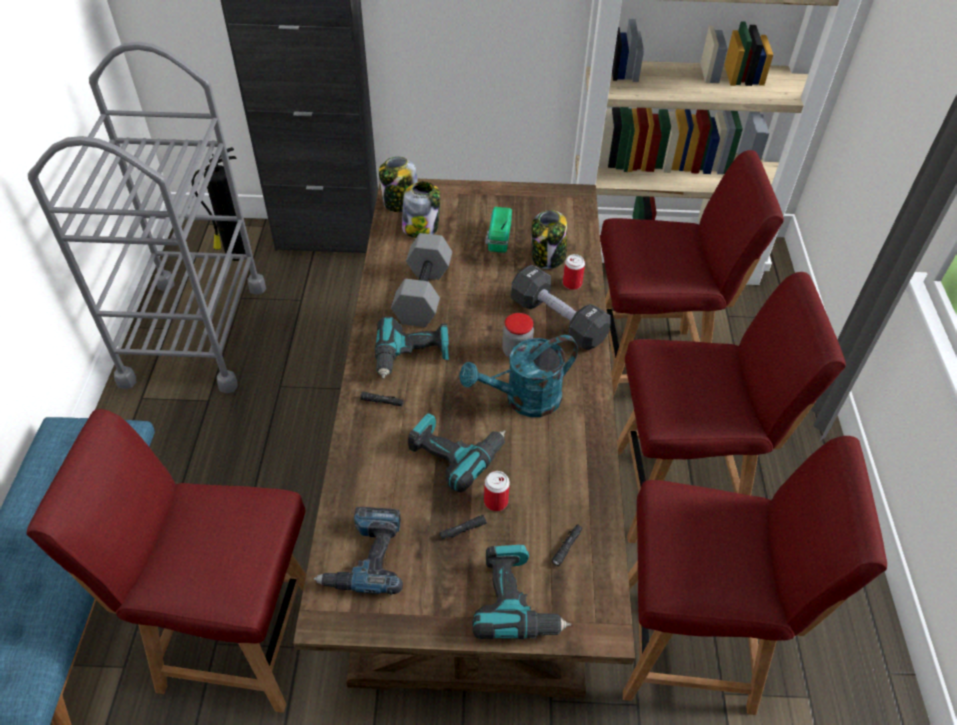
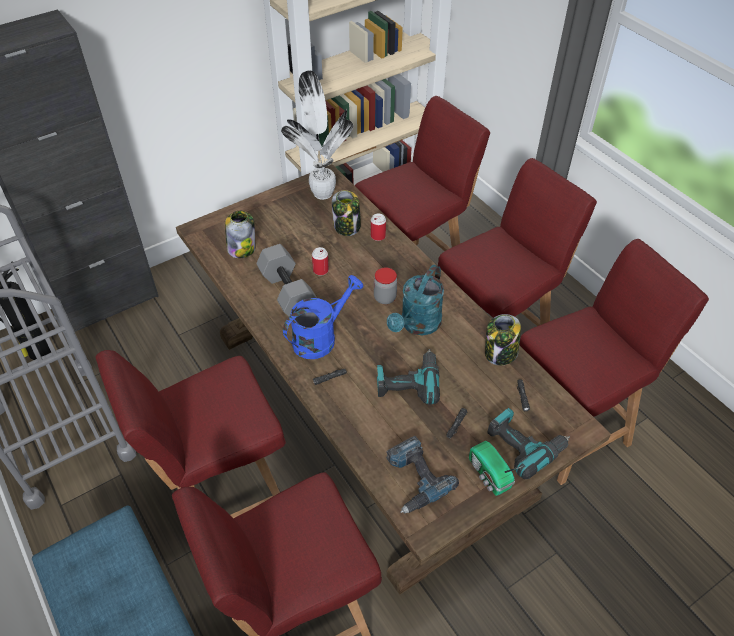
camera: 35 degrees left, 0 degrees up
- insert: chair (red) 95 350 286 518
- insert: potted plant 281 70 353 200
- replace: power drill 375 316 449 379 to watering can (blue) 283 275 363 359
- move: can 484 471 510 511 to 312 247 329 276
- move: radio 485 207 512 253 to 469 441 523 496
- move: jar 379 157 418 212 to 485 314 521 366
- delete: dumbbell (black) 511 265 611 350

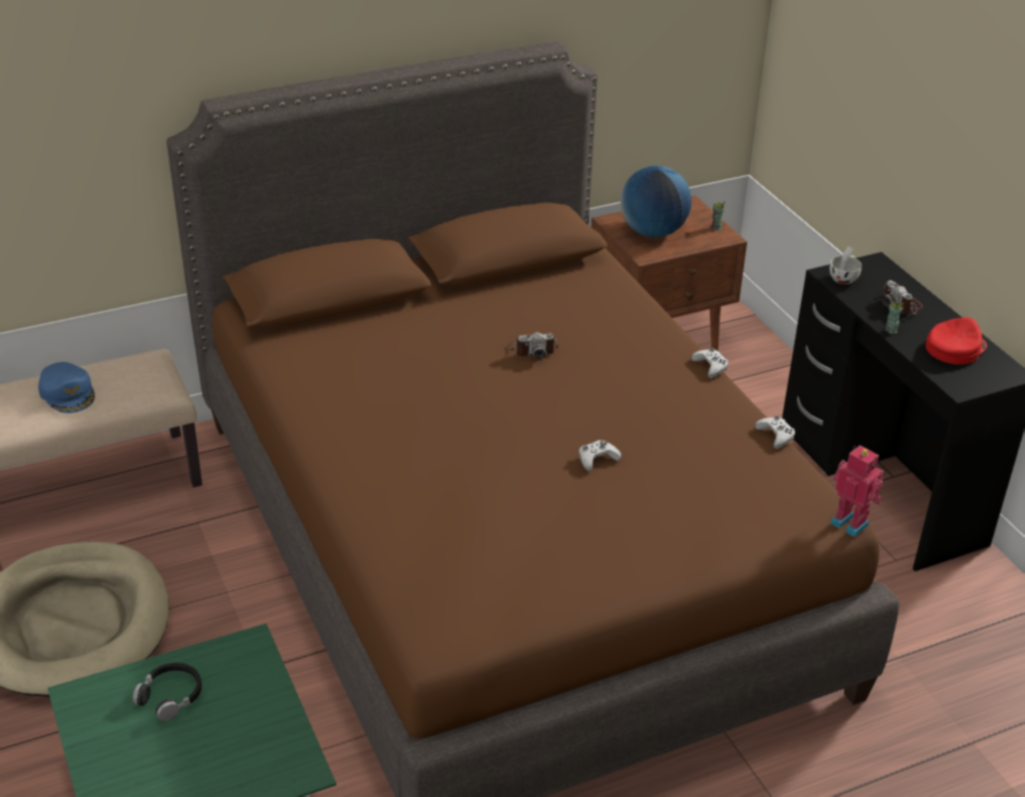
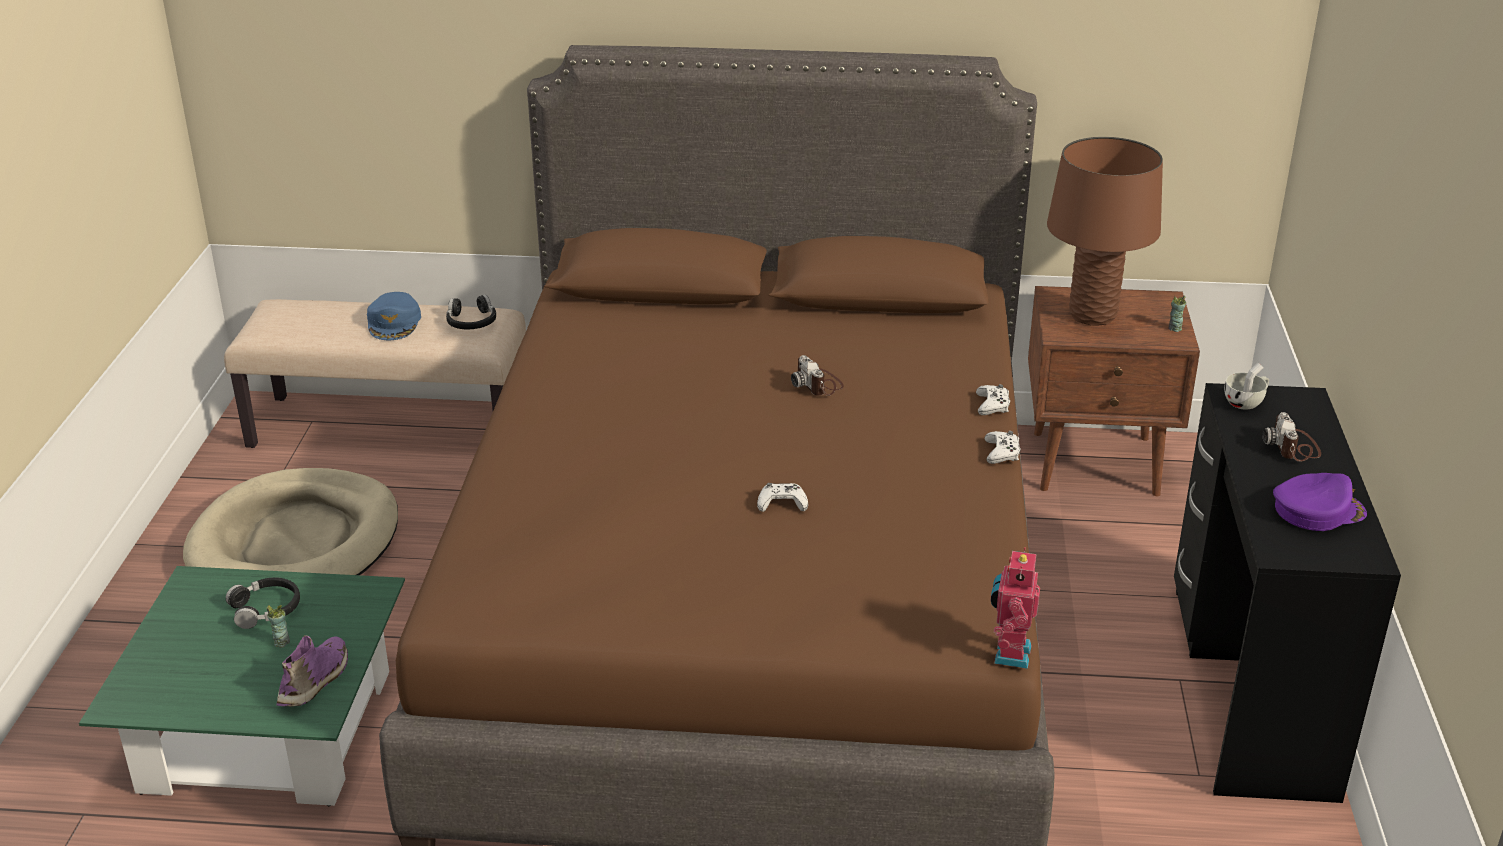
camera: 30 degrees right, 5 degrees down
- move: cup 885 300 904 334 to 267 605 290 648
- insert: shoe (purple) 276 635 348 707
- insert: headphones (black) 446 294 496 329
- rotate: photo camera 507 332 558 359 = 791 355 844 396 45 degrees clockwise
- move: game controller (white) 755 415 795 449 to 976 384 1010 415
- rotate: toy robot 831 445 883 537 = 990 547 1040 669 150 degrees counterclockwise
- replace: globe 620 165 691 237 to table lamp (brown) 1047 137 1163 326
- recolor: cap (red) 926 317 987 364 to cap (purple) 1273 473 1367 531

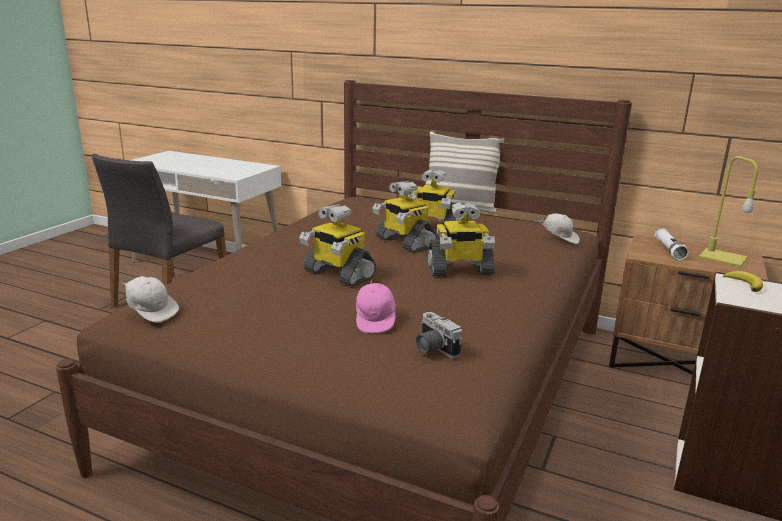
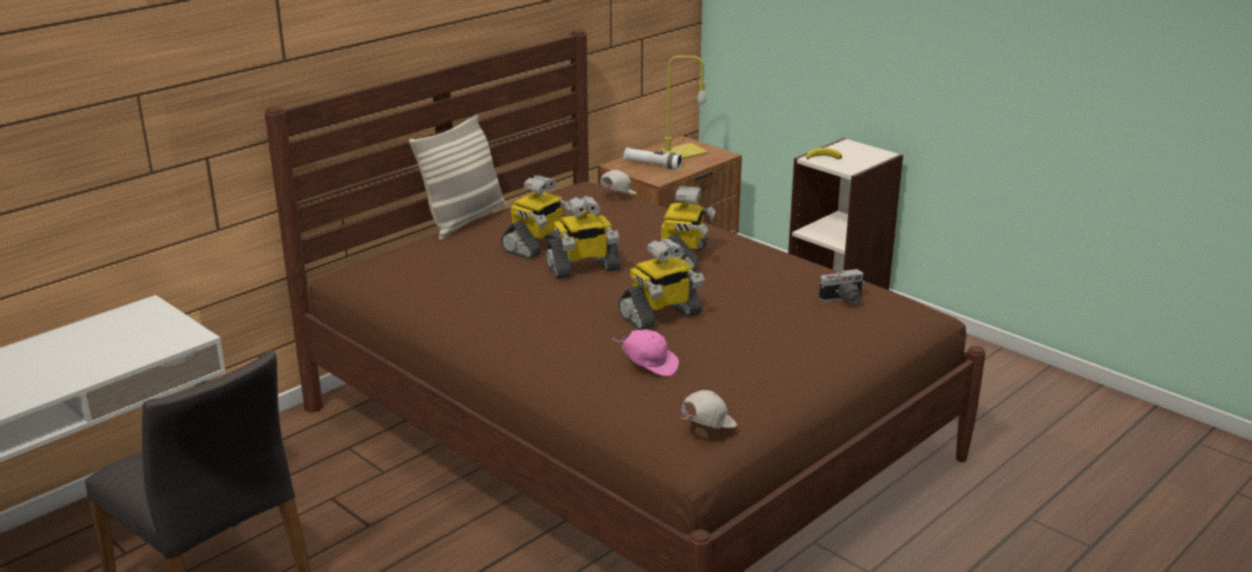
camera: 70 degrees left, 5 degrees up
- move: cap (pink) 356 280 396 333 to 612 330 679 377

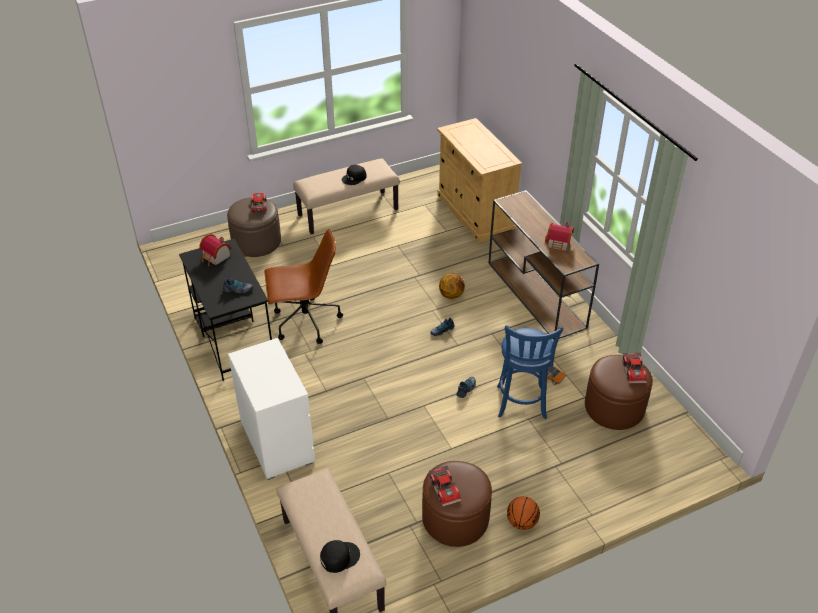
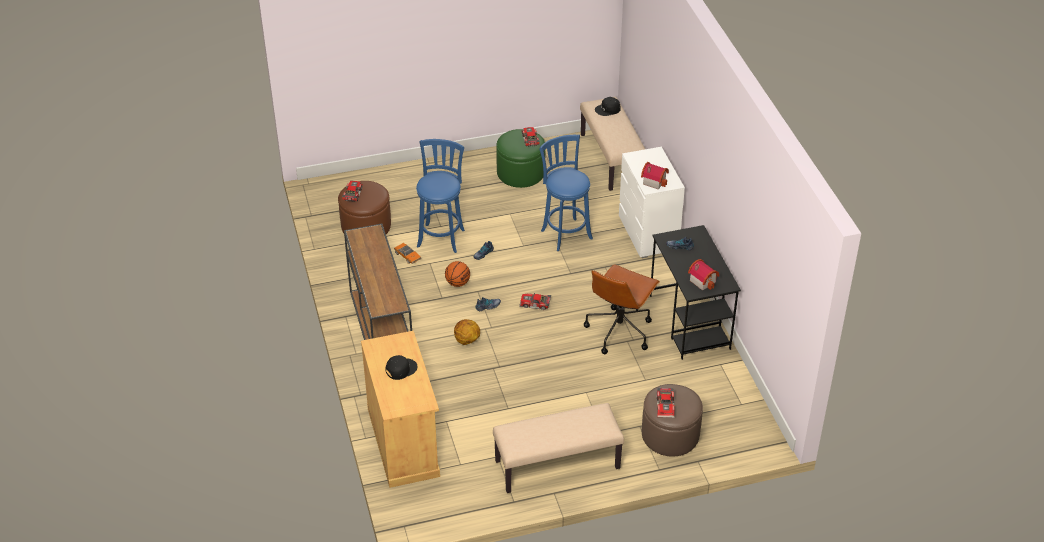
camera: 170 degrees left, 0 degrees up
- move: cap (black) 342 165 366 185 to 385 355 417 380
- move: basketball 507 496 540 530 to 445 261 470 287
- recolor: ottoman (brown) 422 461 492 547 to ottoman (green) 496 129 545 188
- insert: toy car 519 293 551 310
- insert: stool (blue) 540 135 593 251
- rotate: office chair (brown) 264 229 343 344 = 584 264 660 354 60 degrees counterclockwise
- move: toy house 545 222 574 254 to 641 162 669 190

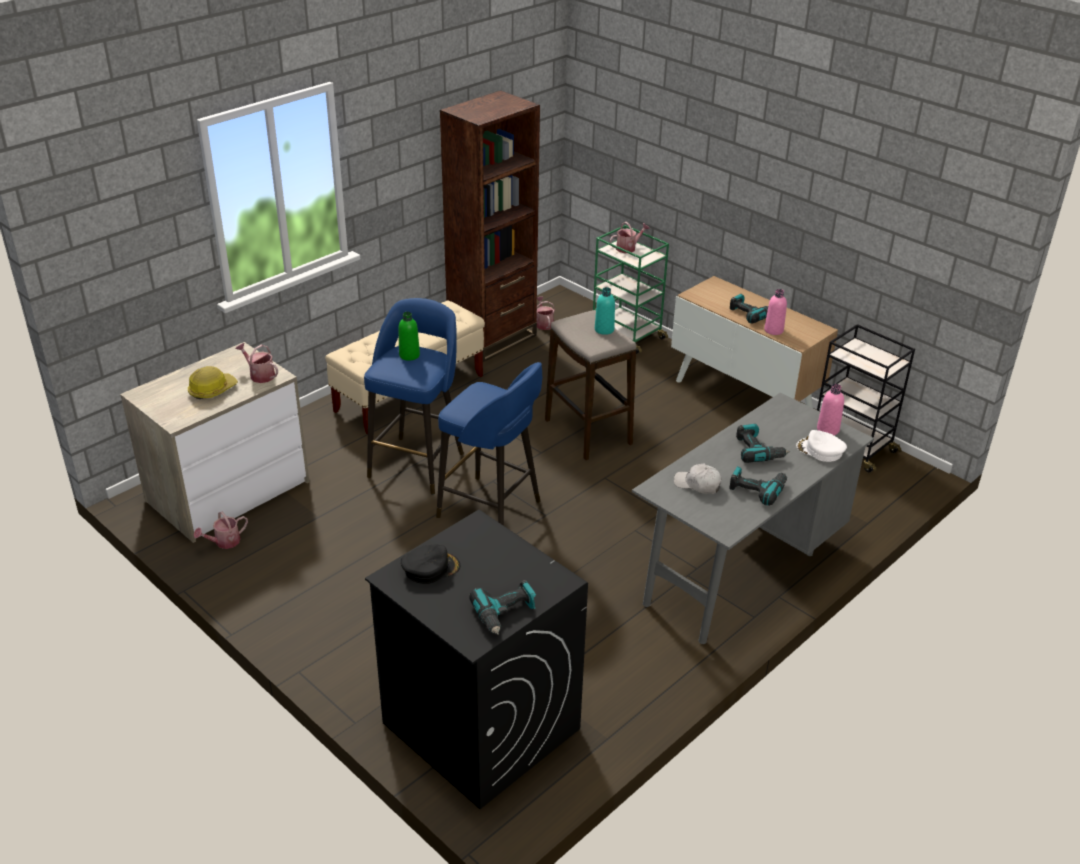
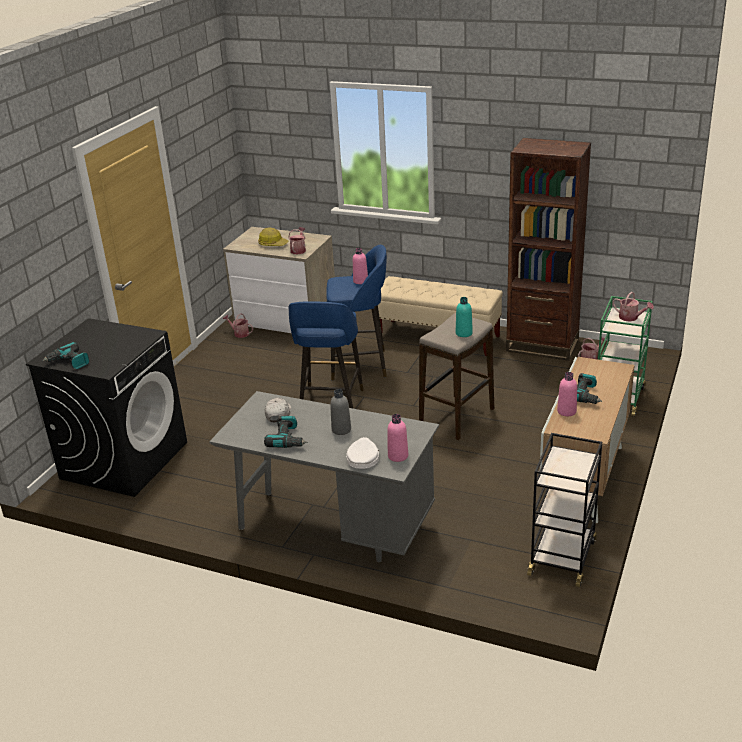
camera: 70 degrees right, 5 degrees down
- replace: power drill 736 424 790 463 to bottle (grey) 330 389 351 435
- recolor: bottle (green) 398 312 420 361 to bottle (pink) 353 248 368 284
- delete: cap (black) 401 544 461 584

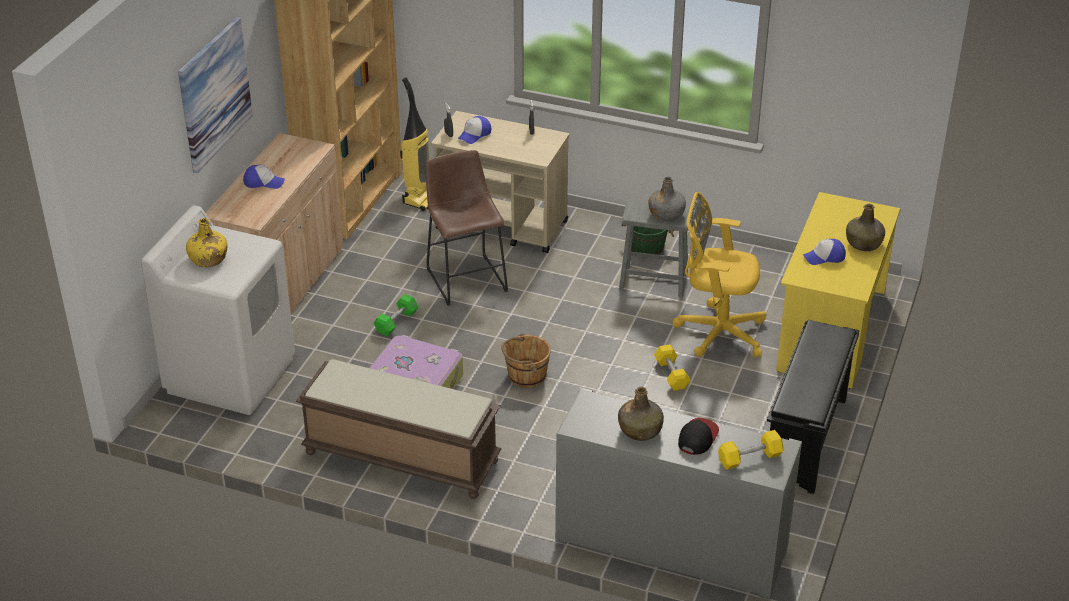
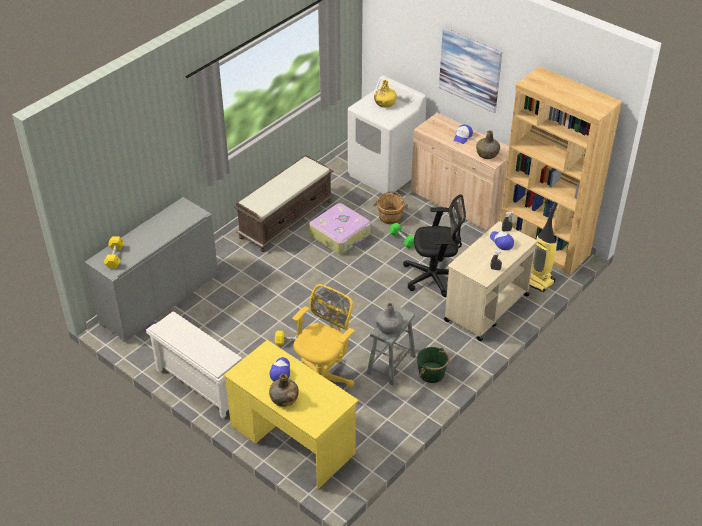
camera: 110 degrees right, 5 degrees up
- recolor: shoe rack (black) 767 320 859 494 to shoe rack (white) 146 311 243 418
- move: bucket (brown) 501 333 551 387 to 373 191 408 224
- replace: stool (brown) 426 150 508 306 to office chair (black) 403 194 466 297
- move: bottle (green) 618 387 664 441 to 476 130 500 159
- delete: cap 678 418 719 455

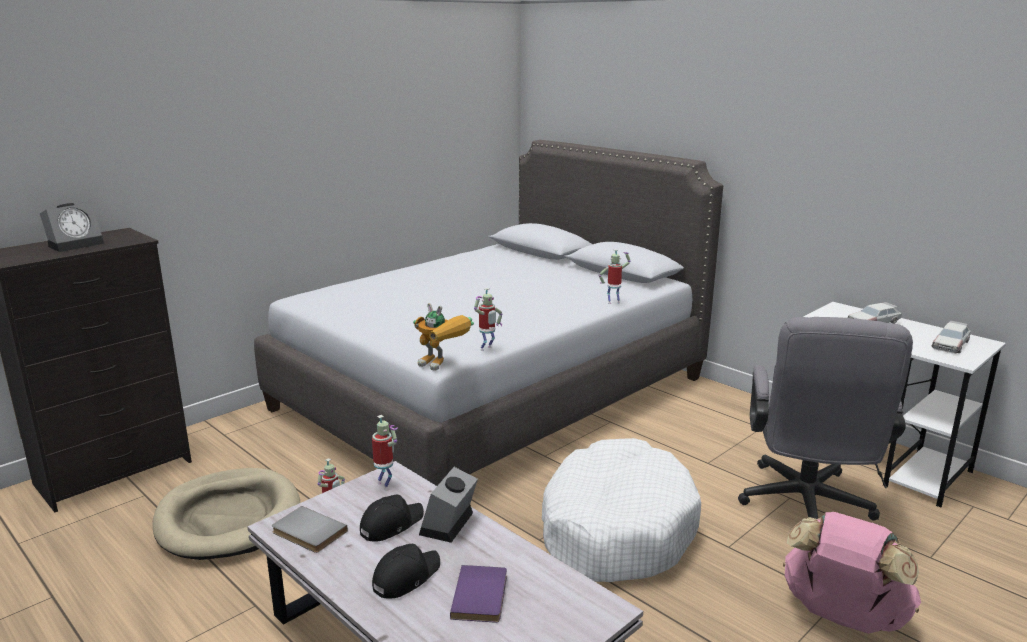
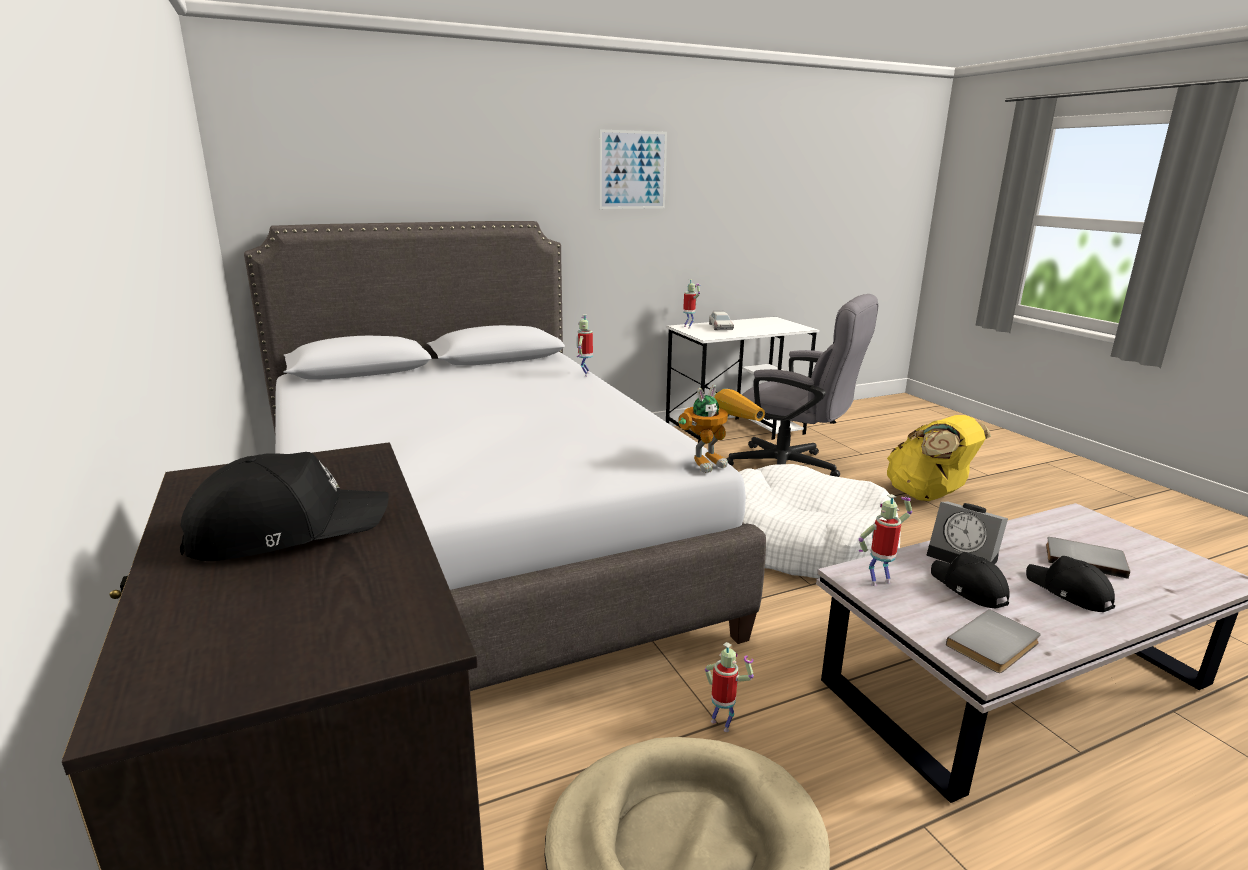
camera: 70 degrees left, 0 degrees up
- replace: alarm clock 40 203 104 252 to cap (black) 180 452 389 561
- insert: picture 599 129 667 209
- move: toy robot 474 288 503 351 to 683 279 701 329
- recolor: backpack (pink) 783 512 921 634 to backpack (yellow) 887 415 991 501
- recolor: book (purple) 450 565 507 623 to book (grey) 1046 537 1130 579
- delete: toy car 932 321 971 354

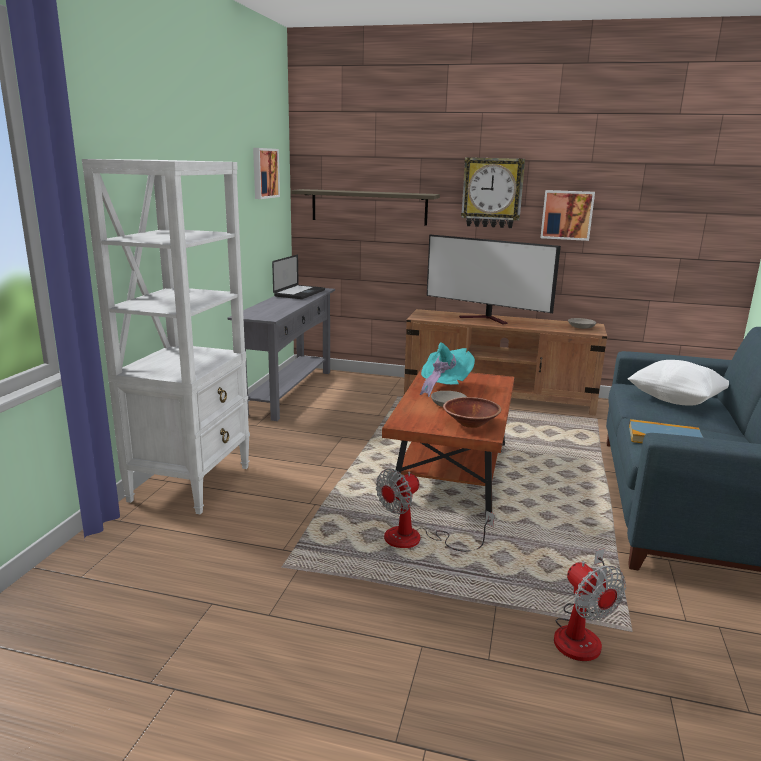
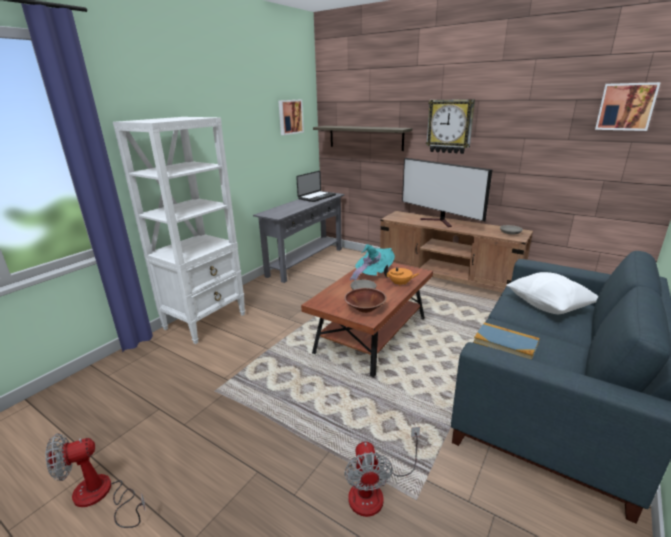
camera: 20 degrees right, 5 degrees up
- move: fan 376 469 495 552 to 46 434 145 528
- insert: teapot (orange) 384 265 420 285
- move: picture 540 190 595 241 to 595 82 661 131

